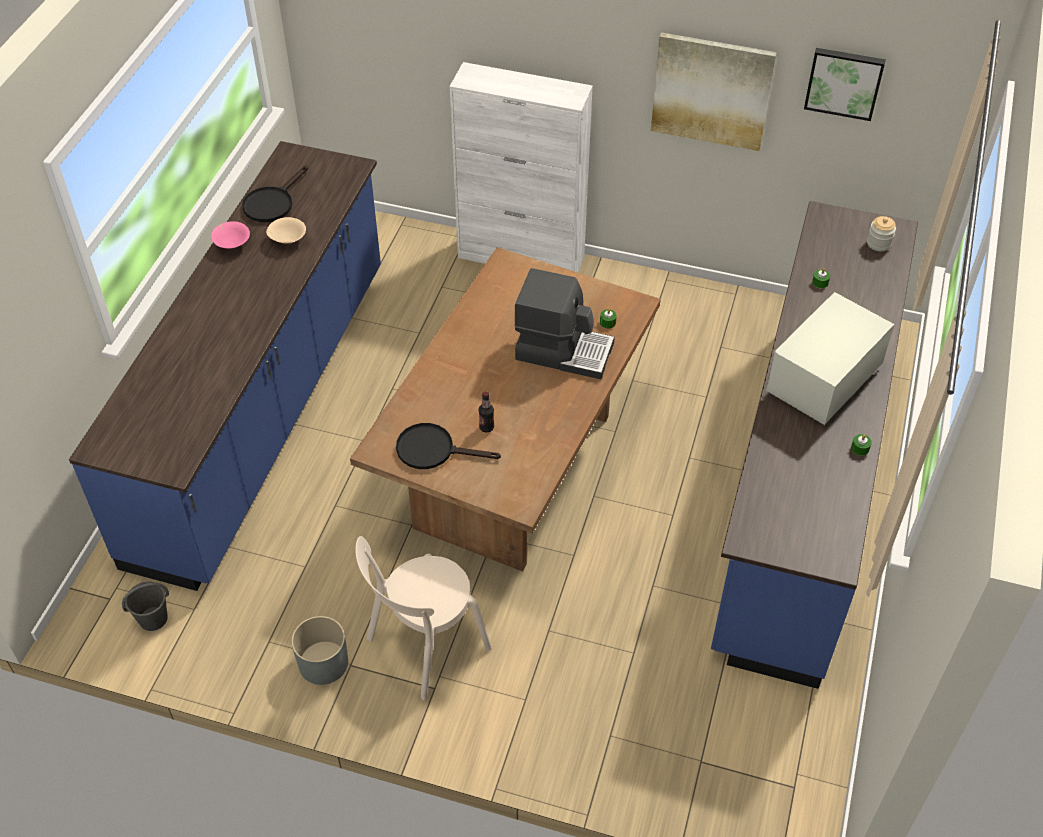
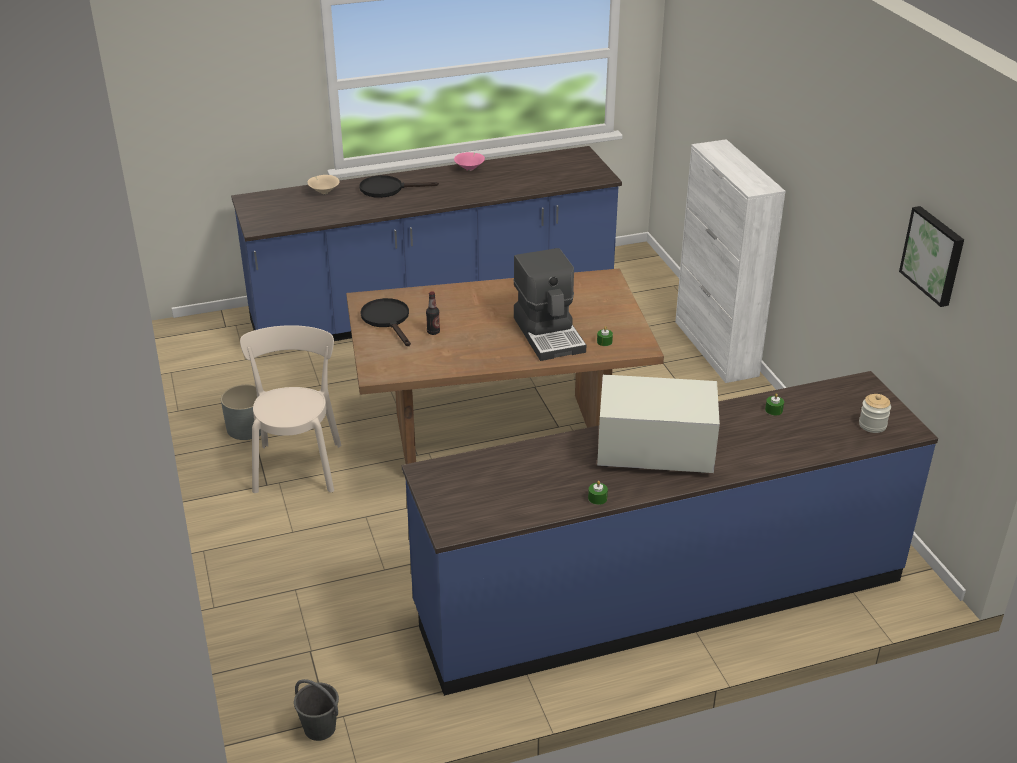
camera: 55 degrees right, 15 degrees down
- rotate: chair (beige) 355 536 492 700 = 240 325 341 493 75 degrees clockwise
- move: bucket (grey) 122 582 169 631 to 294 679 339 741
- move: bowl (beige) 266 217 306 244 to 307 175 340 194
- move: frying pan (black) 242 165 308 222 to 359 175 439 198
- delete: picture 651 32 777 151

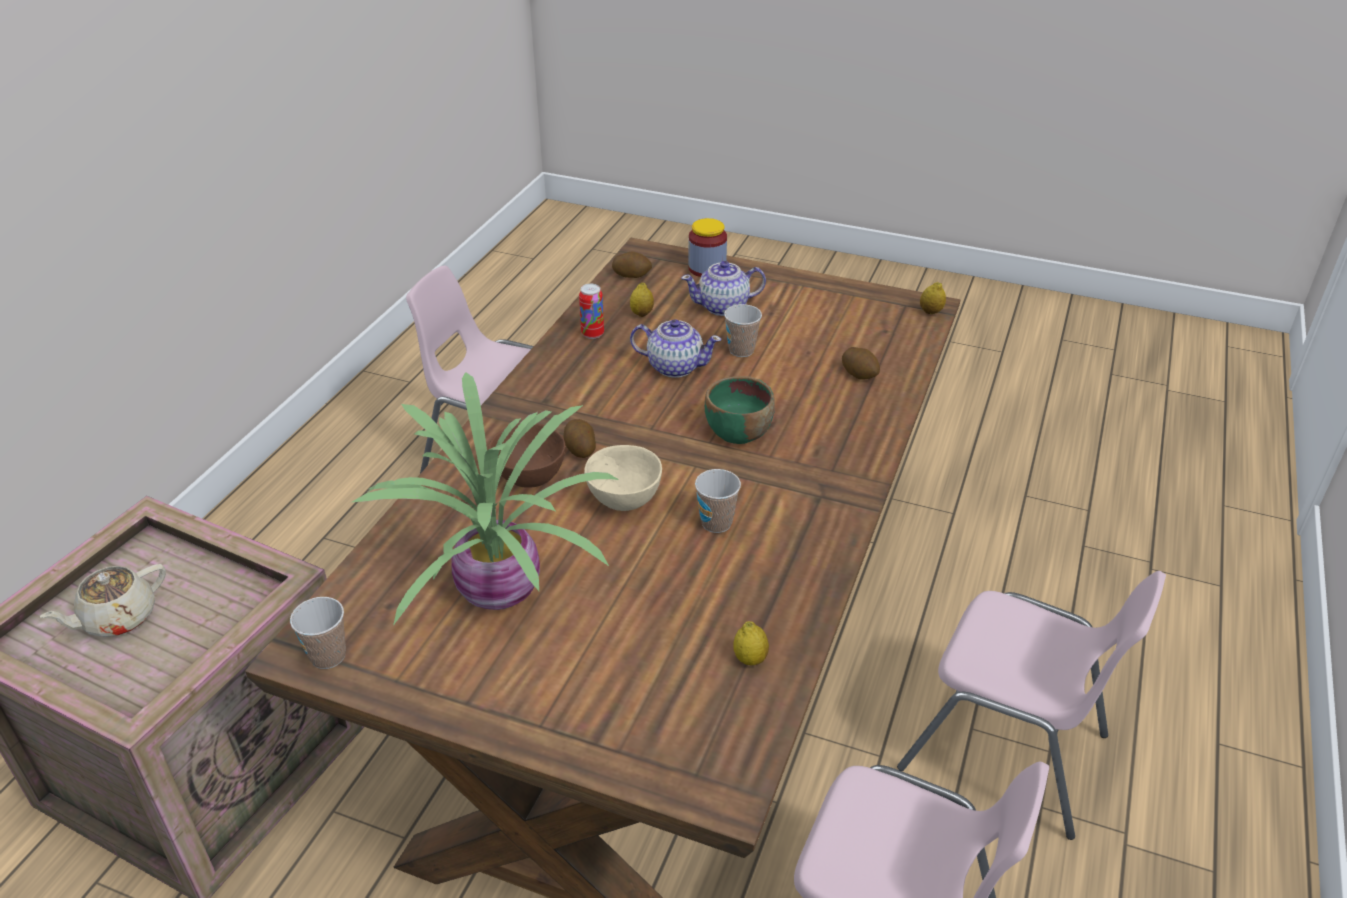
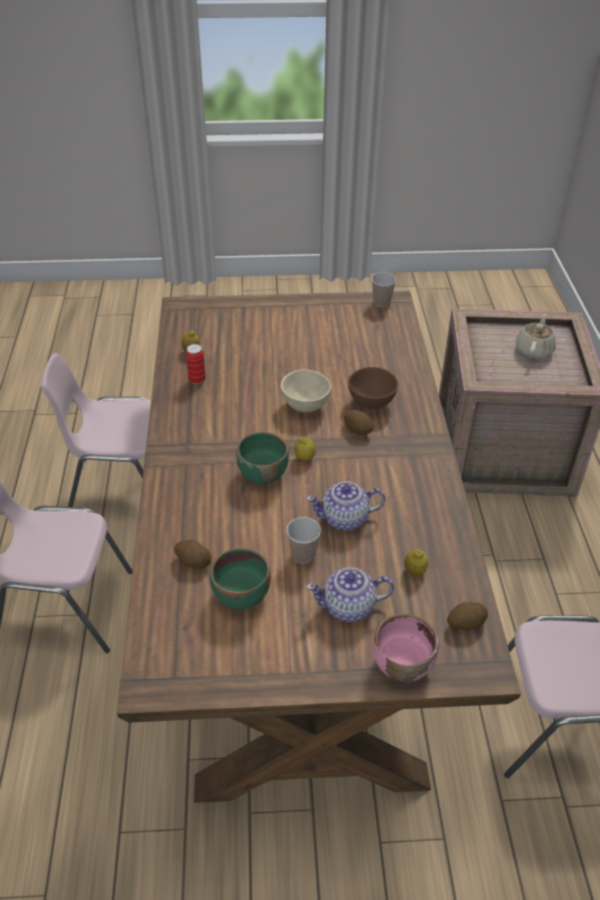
camera: 155 degrees right, 5 degrees up
- move: can 579 284 604 339 to 186 344 206 384
- insert: bowl (green) 210 548 271 610
- move: lemon 920 282 946 314 to 294 436 316 461
- rotate: teapot 681 261 766 316 = 306 567 394 622 150 degrees counterclockwise
- replace: jar 688 218 727 277 to bowl (pink) 373 614 439 682
- delete: potted plant 352 372 619 626
- delete: cup 695 469 741 533

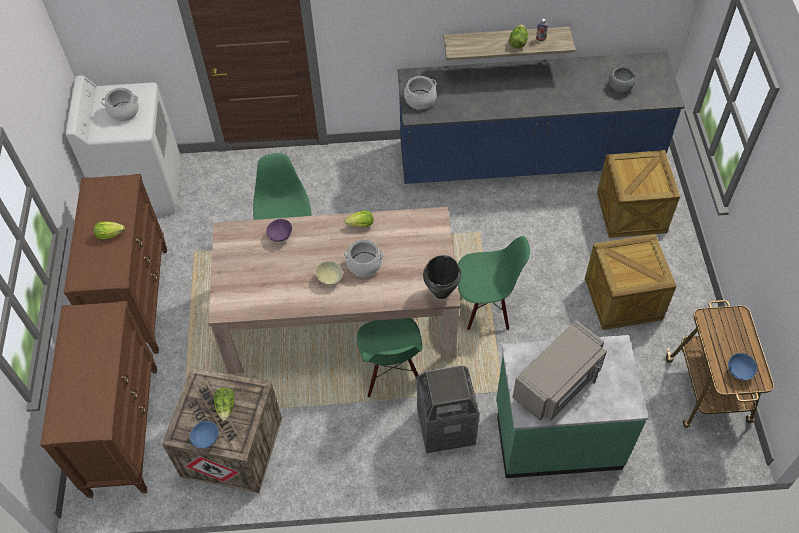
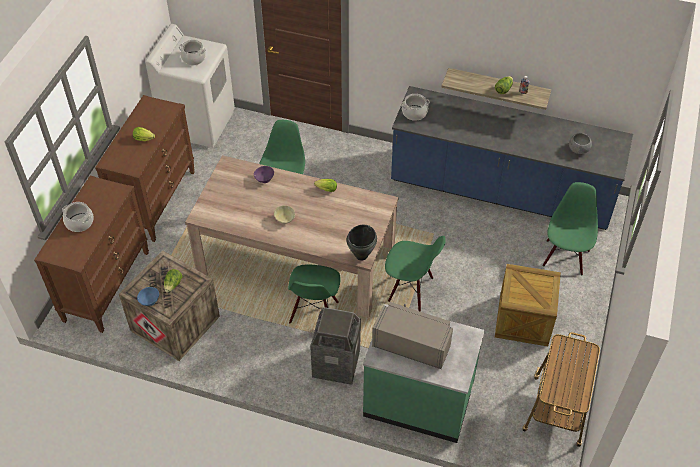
camera: 20 degrees right, 5 degrees down
- move: cooking pot 344 240 384 277 to 62 202 94 232
- rotate: microwave (grey) 513 320 607 421 = 372 302 453 369 135 degrees counterclockwise
- replace: crate 597 150 680 238 to chair (green) 543 182 598 276
- delete: bowl (blue) 728 353 757 380

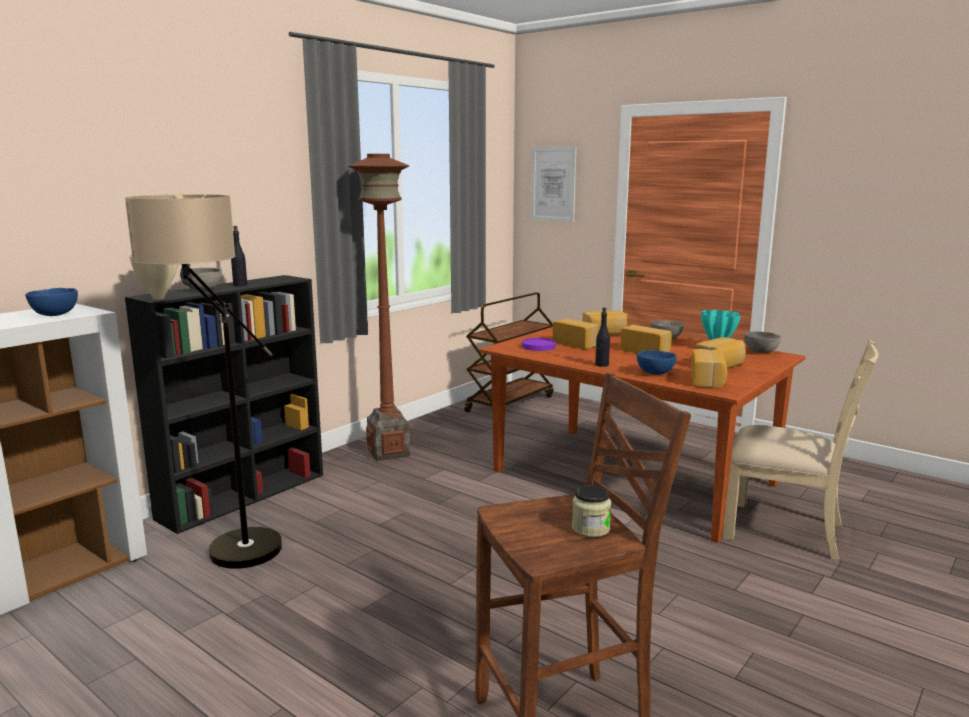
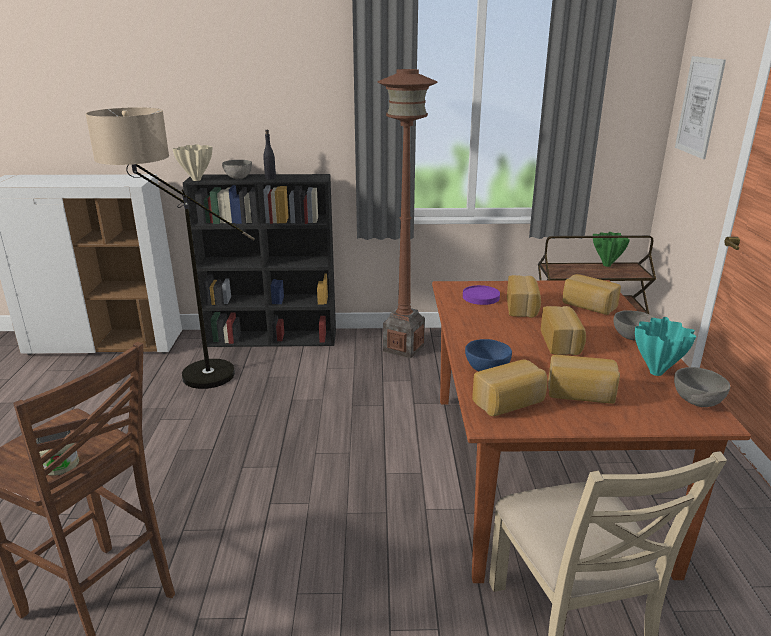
camera: 50 degrees right, 10 degrees up
- insert: vase (green) 593 232 630 267
- delete: bowl (blue) 25 288 78 316
- delete: bottle (black) 595 307 610 367

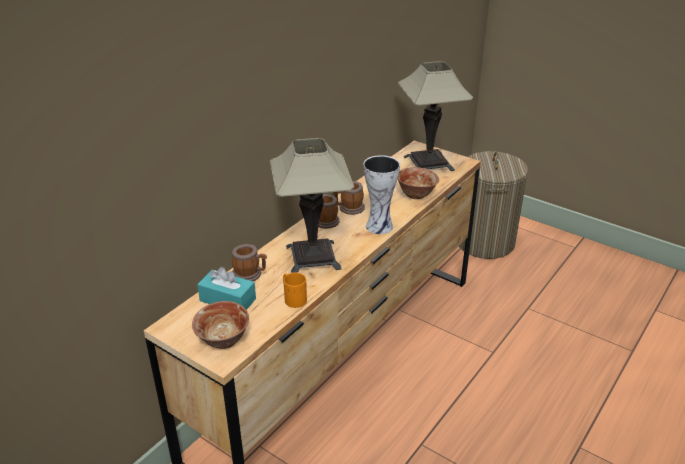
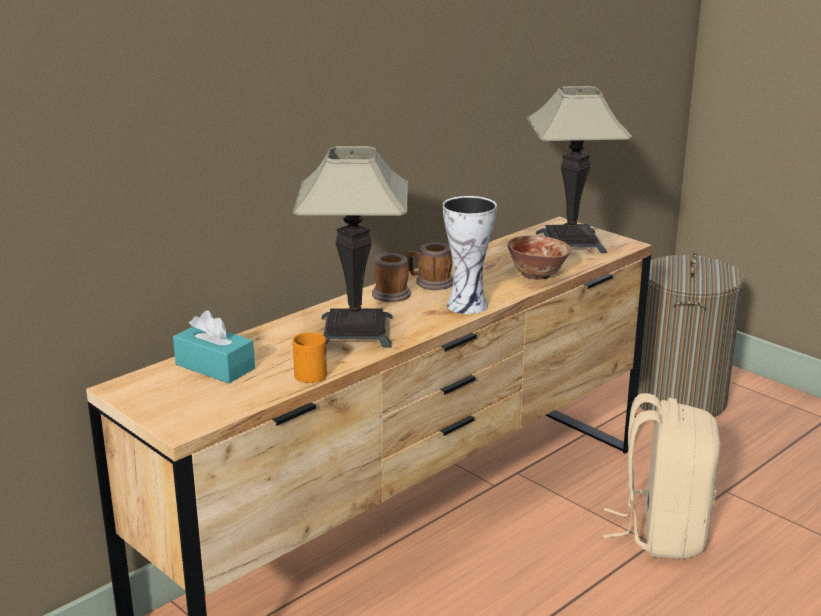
camera: 10 degrees right, 10 degrees down
- insert: backpack (beige) 603 393 721 559
- delete: bowl 192 301 249 349
- delete: mug 232 244 267 281

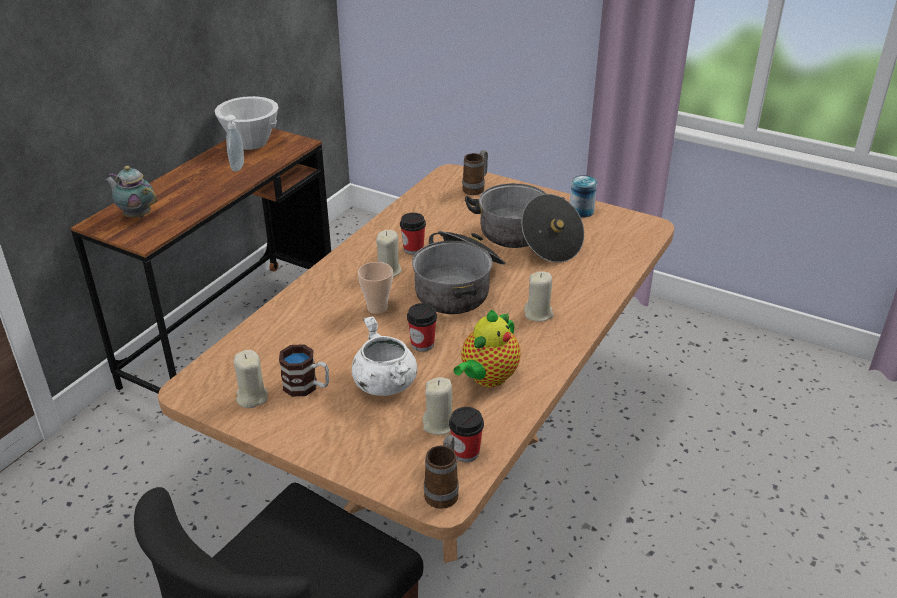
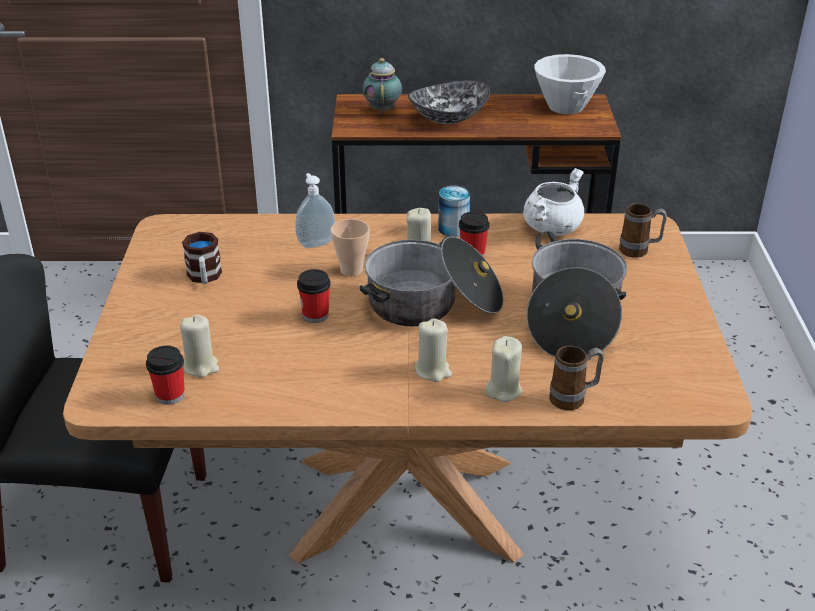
camera: 60 degrees right, 0 degrees up
- move: soap dispenser 220 115 244 172 to 295 173 335 248
- insert: bowl 408 80 490 124
- move: can 570 175 597 218 to 438 186 470 237
- move: candle (beige) 233 350 268 408 to 485 336 522 402
- move: cooking pot (white) 352 317 417 396 to 523 168 584 236
- move: mug 424 435 459 509 to 549 346 604 410
- delete: teapot 453 310 521 387

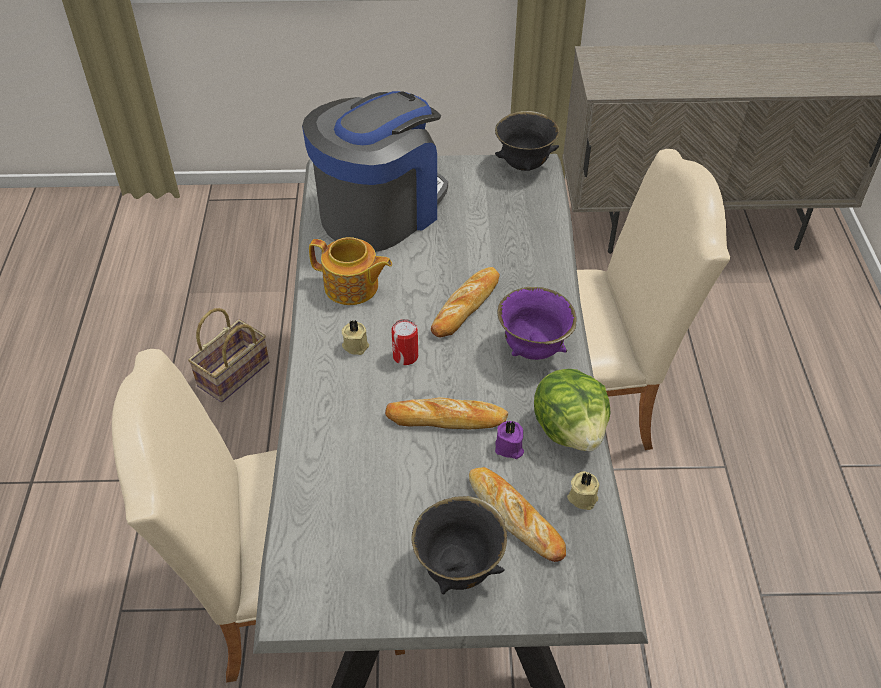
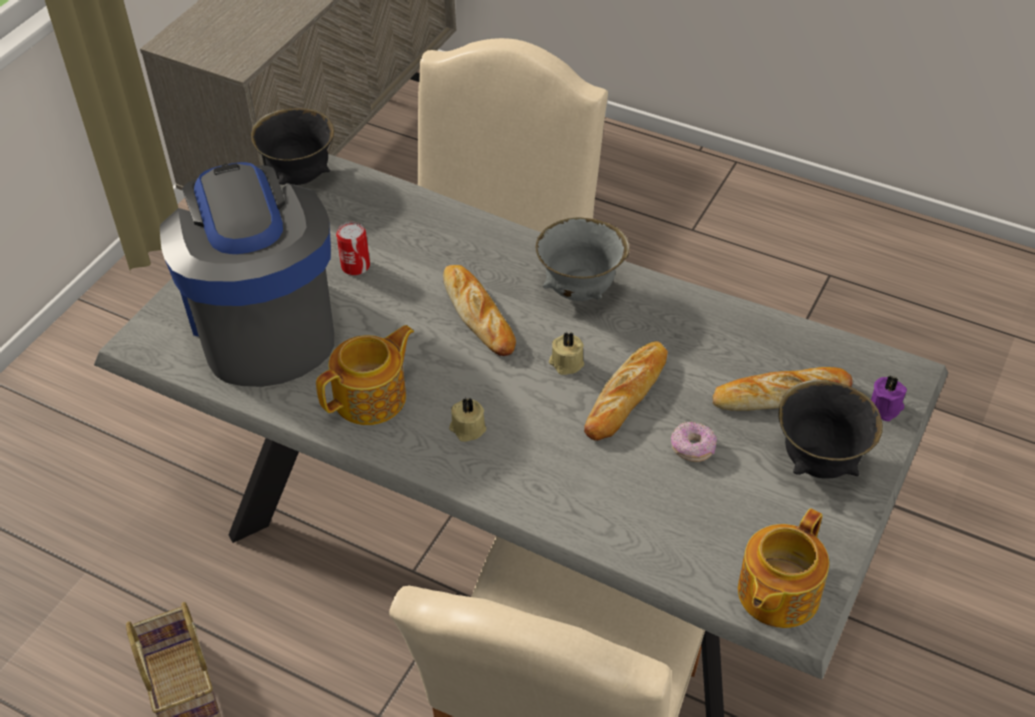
camera: 60 degrees left, 0 degrees up
- move: can 391 319 418 365 to 336 222 370 275
- recolor: bowl (purple) 497 287 577 360 to bowl (grey) 535 217 629 301
- move: candle (beige) 567 471 600 510 to 549 332 584 375
- insert: donut 671 422 717 462
- insert: teapot 738 508 829 628
- move: candle (purple) 495 421 524 459 to 871 375 907 421
- delete: lettuce 534 369 611 451

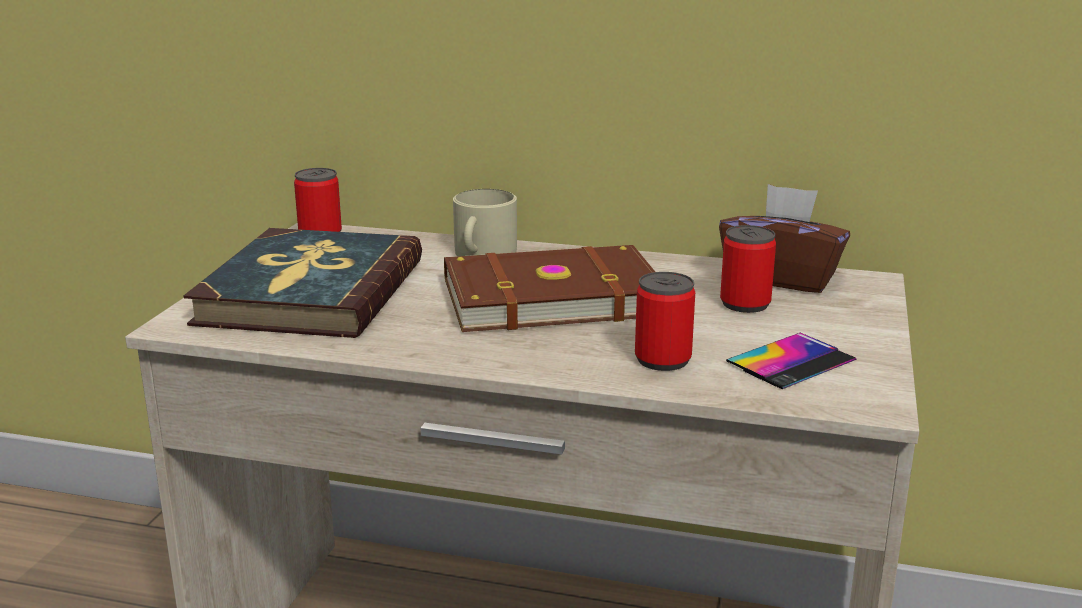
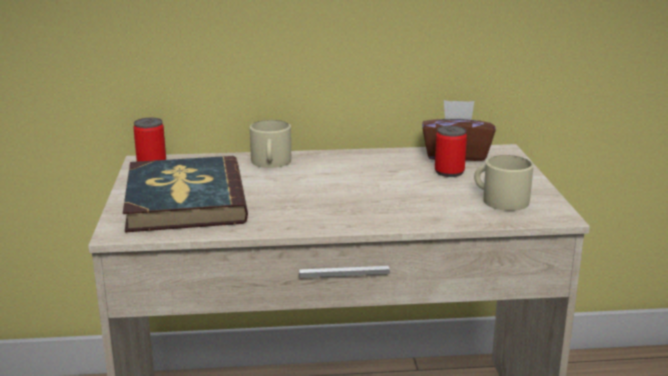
camera: 20 degrees left, 0 degrees up
- replace: phone 726 333 856 389 to mug (beige) 474 155 533 211
- delete: book (brown) 444 245 655 332
- delete: can 635 272 695 371

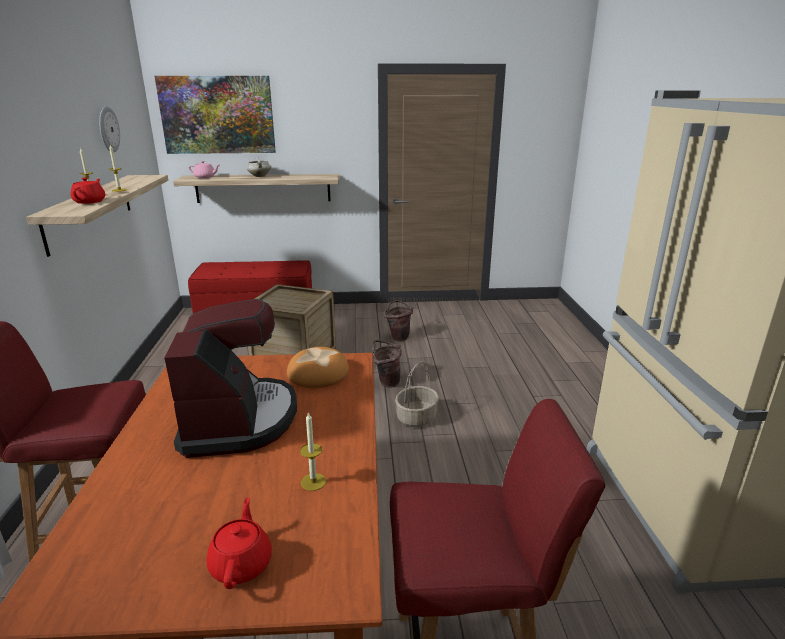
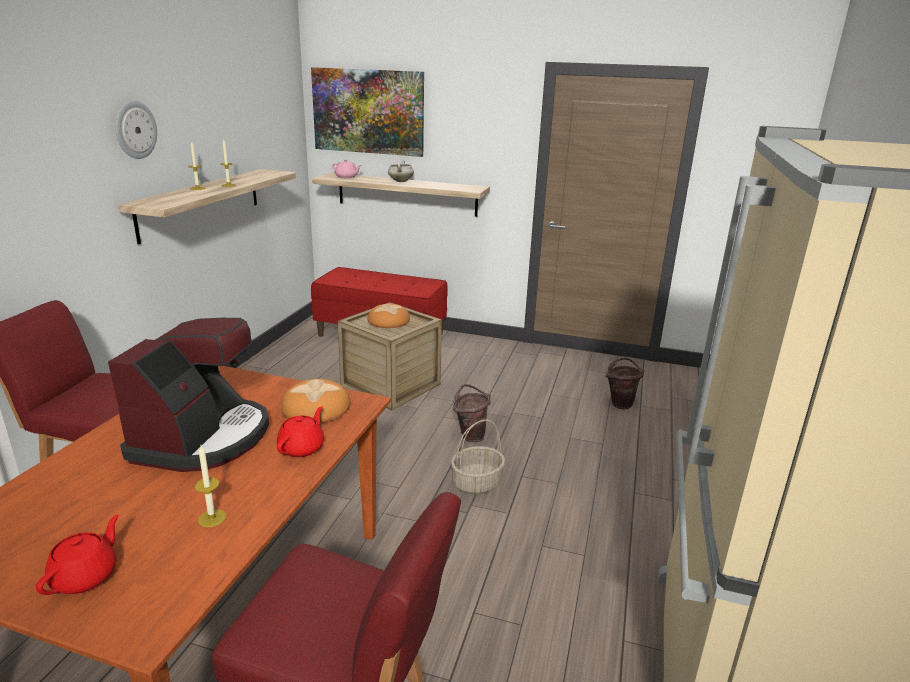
camera: 20 degrees right, 0 degrees up
- move: wall clock 99 106 120 153 to 115 101 157 159
- move: teapot (red) 71 177 105 204 to 277 406 324 457
- insert: bread 367 303 410 328
- move: bucket (brown) 384 300 413 341 to 606 358 645 409

